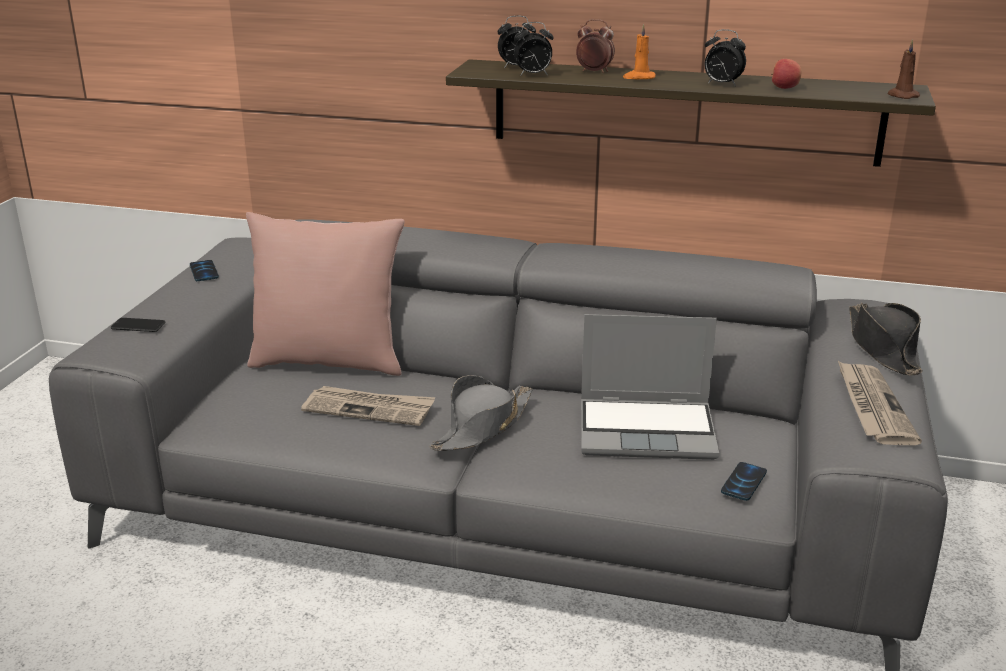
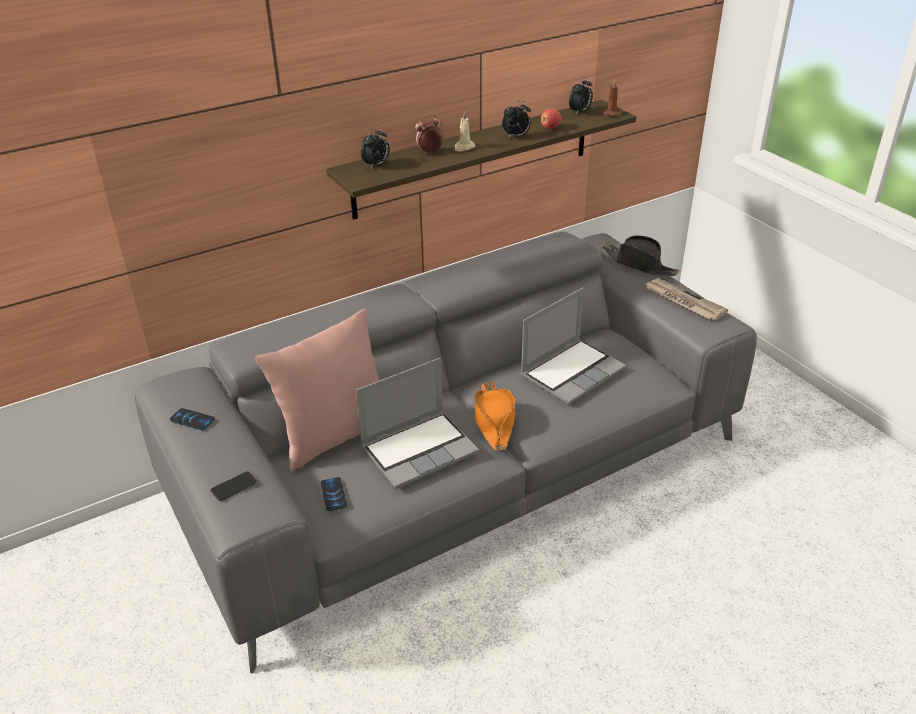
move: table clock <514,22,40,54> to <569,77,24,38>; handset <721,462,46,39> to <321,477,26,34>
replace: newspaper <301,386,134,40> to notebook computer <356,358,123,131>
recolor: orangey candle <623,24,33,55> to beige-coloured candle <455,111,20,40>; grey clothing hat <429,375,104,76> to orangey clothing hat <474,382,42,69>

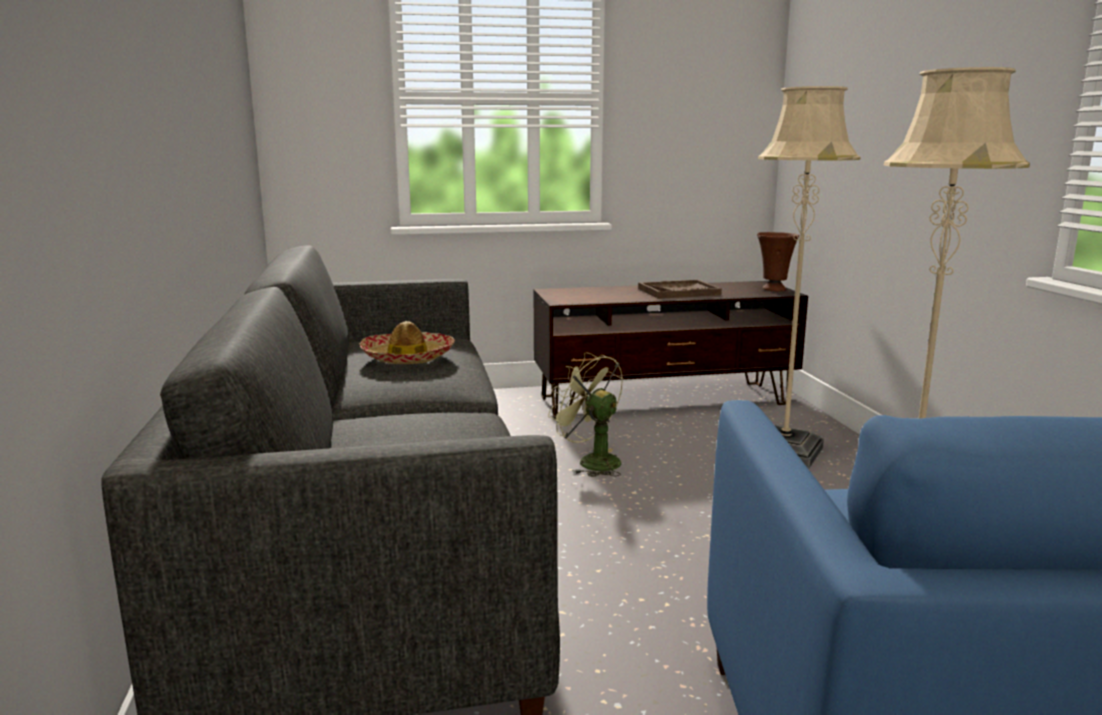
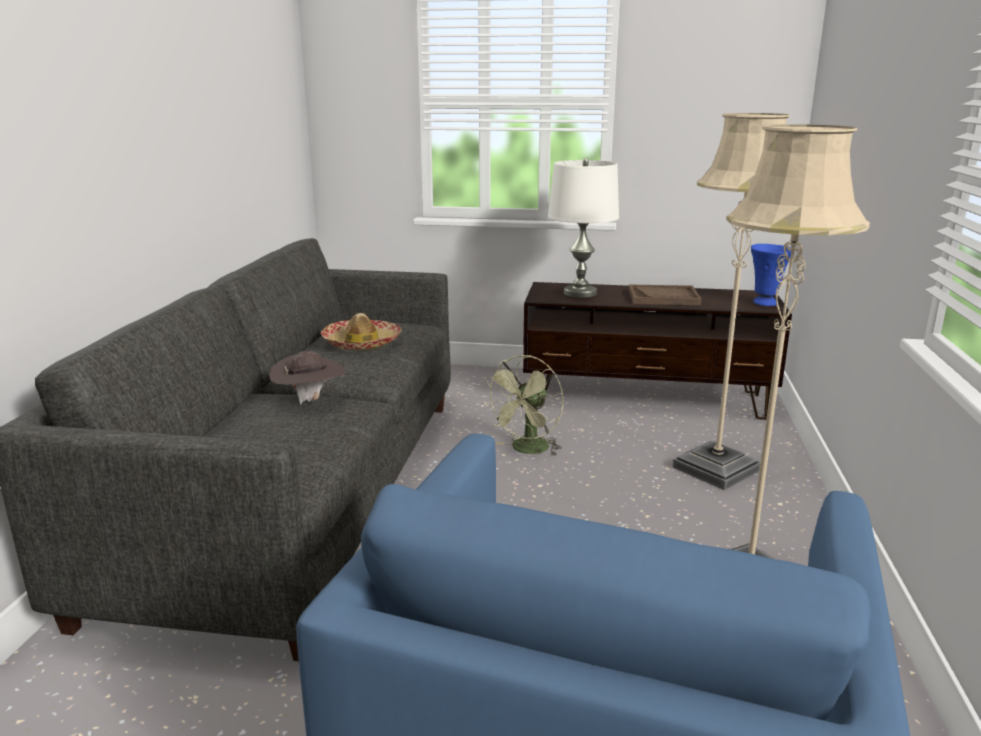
insert: white-coloured table lamp <548,158,71,140>; brown clothing hat <269,351,76,54>
recolor: brown flower vase <757,232,42,59> to blue flower vase <751,244,40,62>
rotate: greenish electric fan <548,352,75,125> = <483,355,80,101> 120 degrees counterclockwise

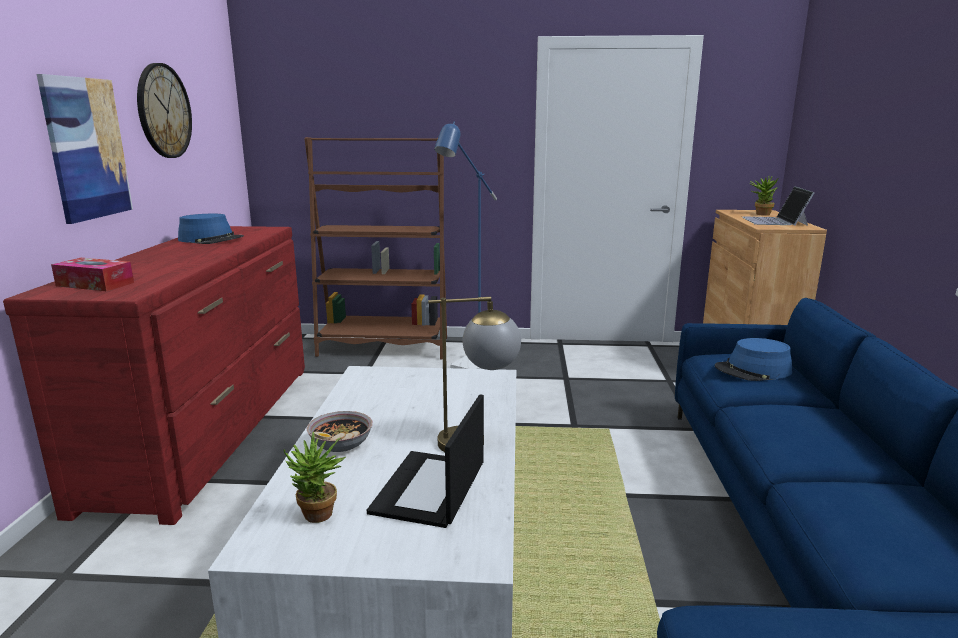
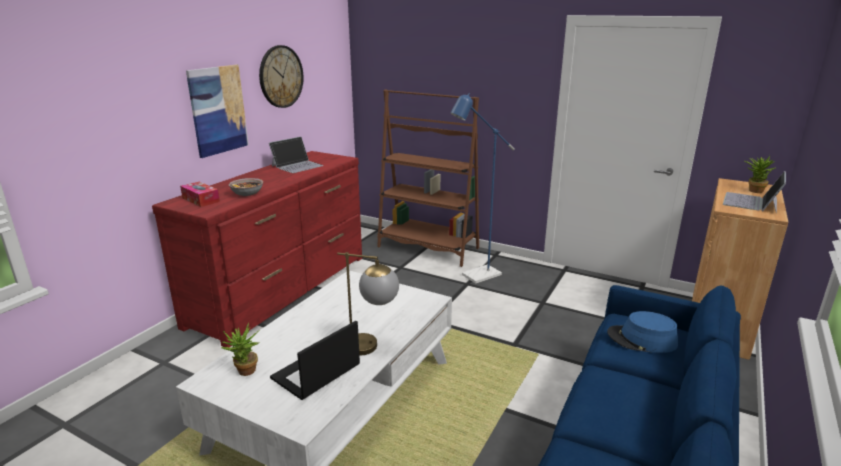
move: deep dish <306,411,67,41> to <229,178,34,18>
replace: blue clothing hat <178,214,66,30> to notebook computer <269,137,55,36>

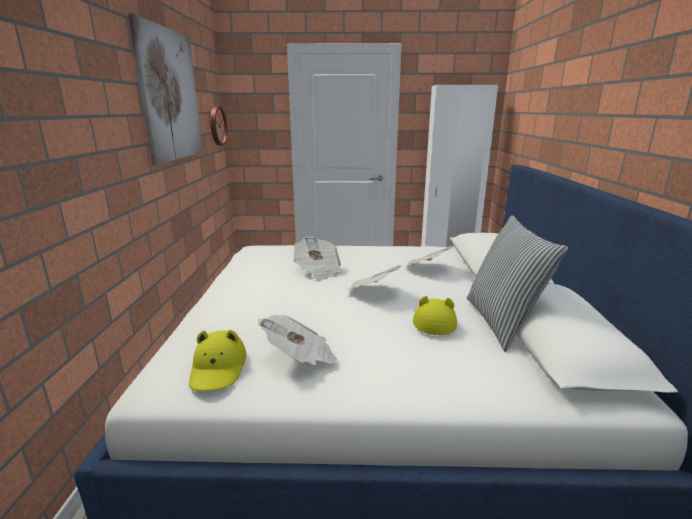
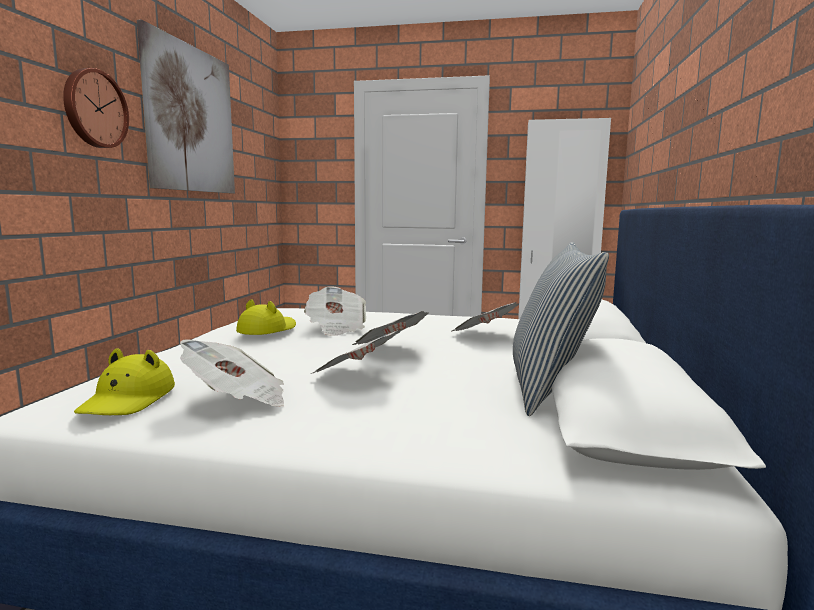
insert: newspaper <311,330,90,44>
move: clock on the wall <210,106,17,39> to <63,68,66,80>; yellow-coloured clothing hat <413,296,44,39> to <236,299,60,36>

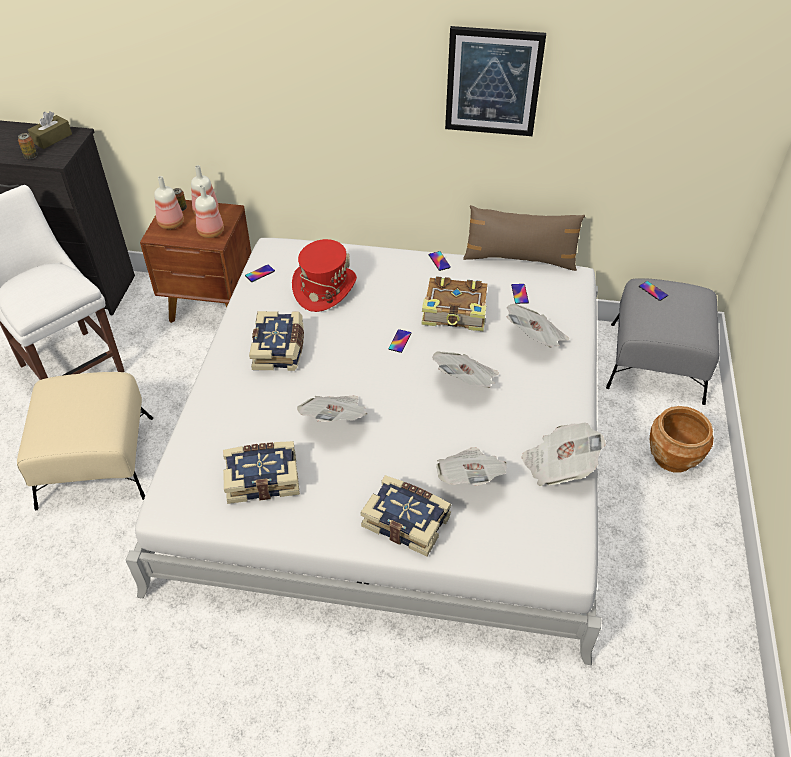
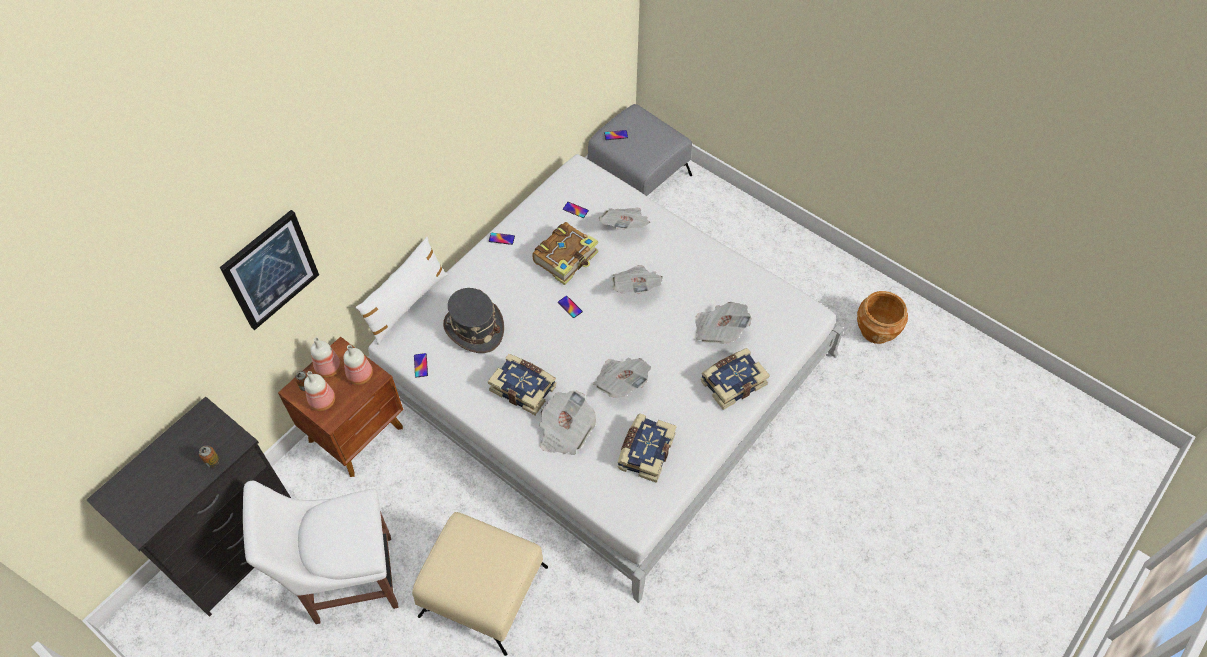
delete: brown tissue holder <28,111,44,38>; brown throw pillow <463,205,122,66>
insert: white-coloured throw pillow <355,237,93,108>
move: wall art <445,26,101,110> to <220,210,99,120>; brown plant pot <650,406,64,67> to <857,291,51,53>; newspaper <521,422,85,64> to <539,391,57,64>
recolor: red-coloured clothing hat <292,239,65,73> to grey clothing hat <443,288,61,65>

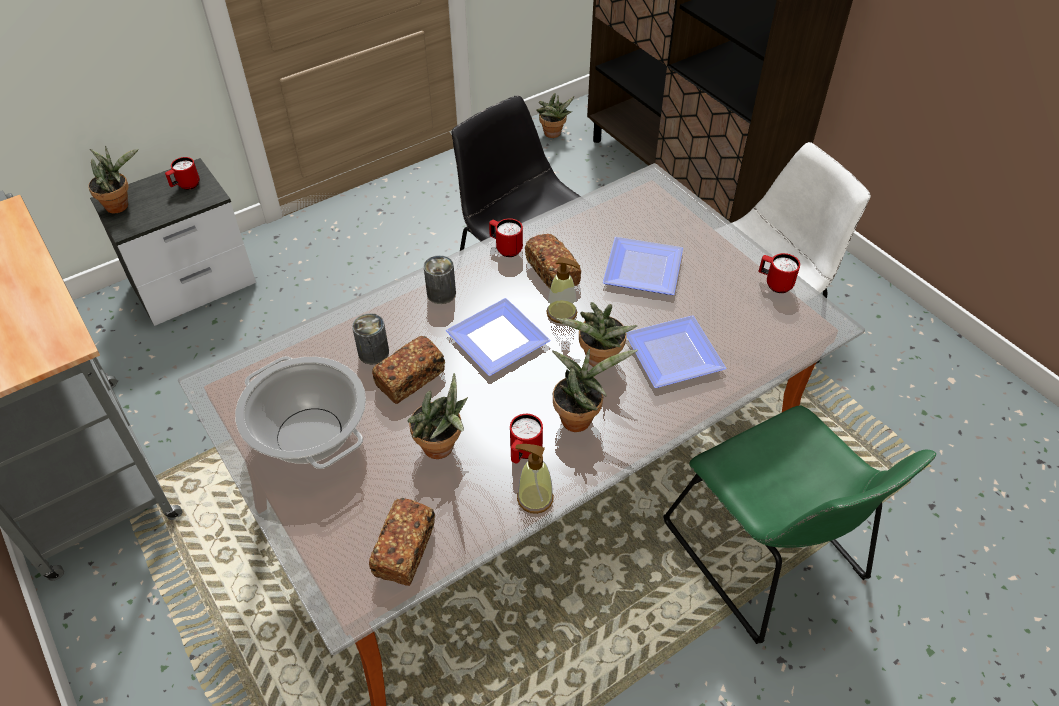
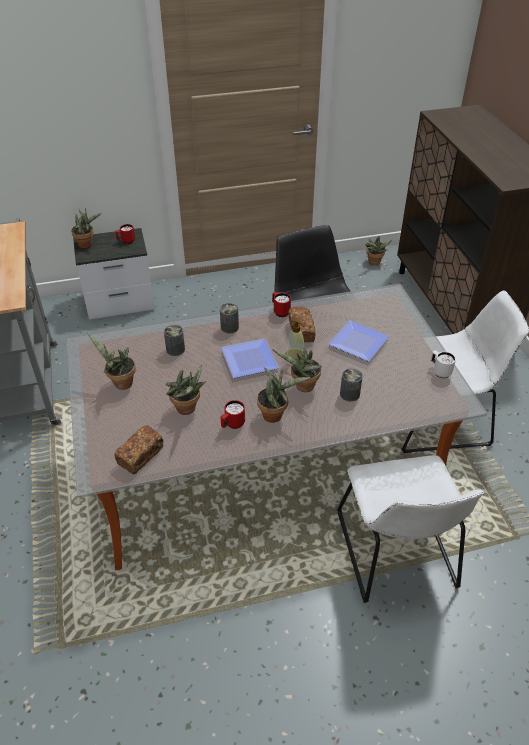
delete: bread <372,336,73,68>; soap dispenser <515,444,39,70>
replace: dinner plate <626,315,100,73> to sealed can <340,368,23,34>; saucepot <235,356,131,113> to potted plant <87,331,49,59>
recolor: red-coloured tea mug <758,253,42,40> to white-coloured tea mug <431,350,25,28>; greenish chair <663,405,273,239> to white-coloured chair <337,455,147,148>

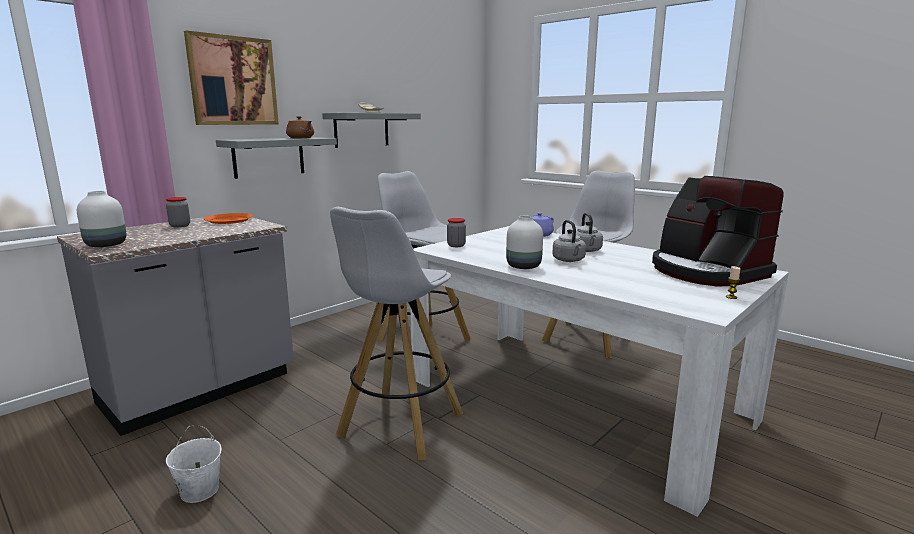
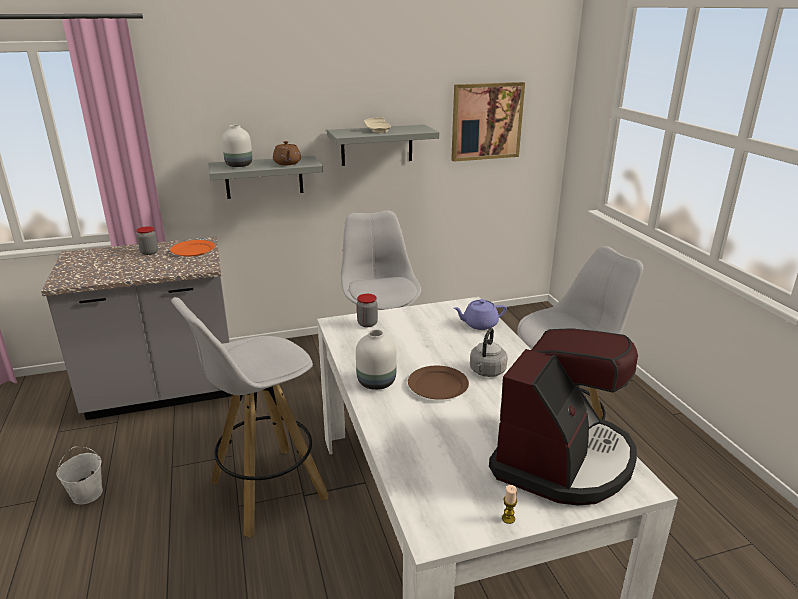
move: wall art <184,30,95,95> to <451,82,74,80>; white-coloured flower vase <77,191,49,56> to <222,125,30,42>
replace: grey tea kettle <552,220,34,42> to brown dinner plate <408,366,61,34>
rotate: coffee machine <652,176,132,110> = <489,328,149,178> 150 degrees counterclockwise

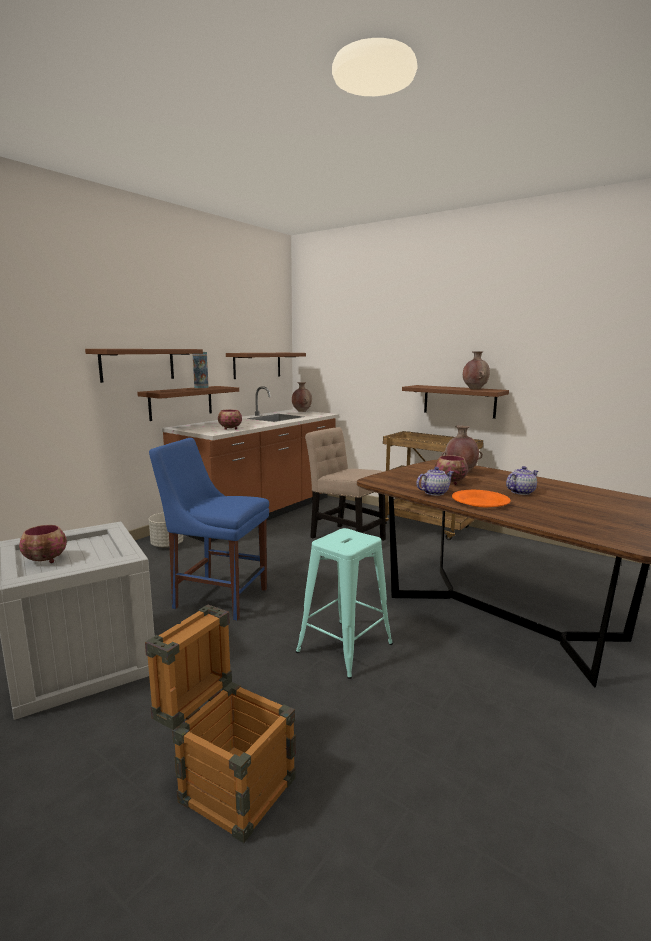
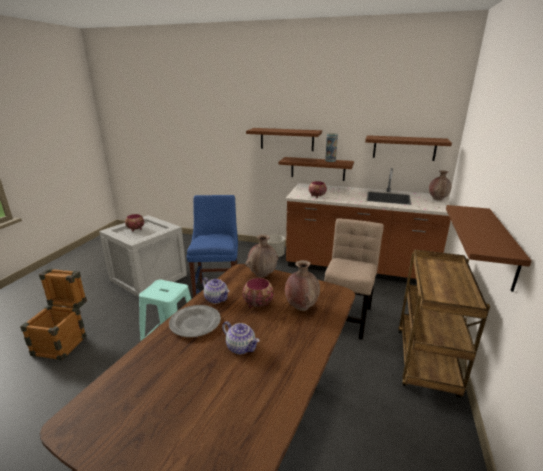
move: brown flower vase <463,351,27,38> to <245,234,34,43>
recolor: orangey dinner plate <452,490,58,17> to grey dinner plate <169,305,52,32>

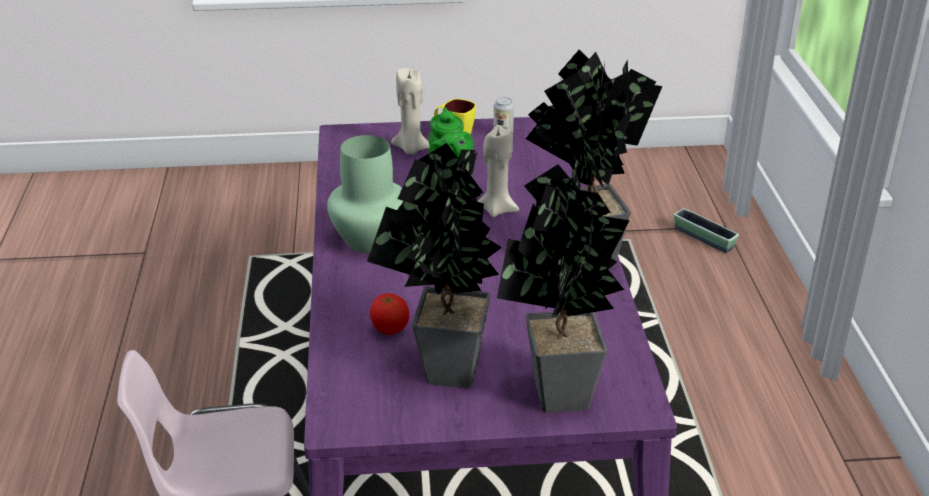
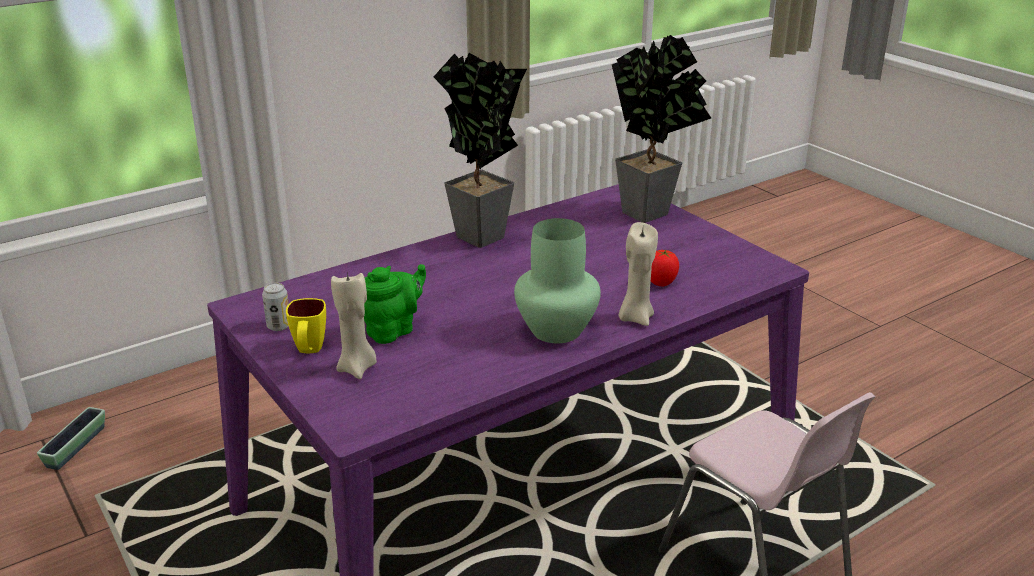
delete: potted plant <367,143,135,245>
move: beige-coloured candle <477,125,42,93> to <619,222,39,104>

